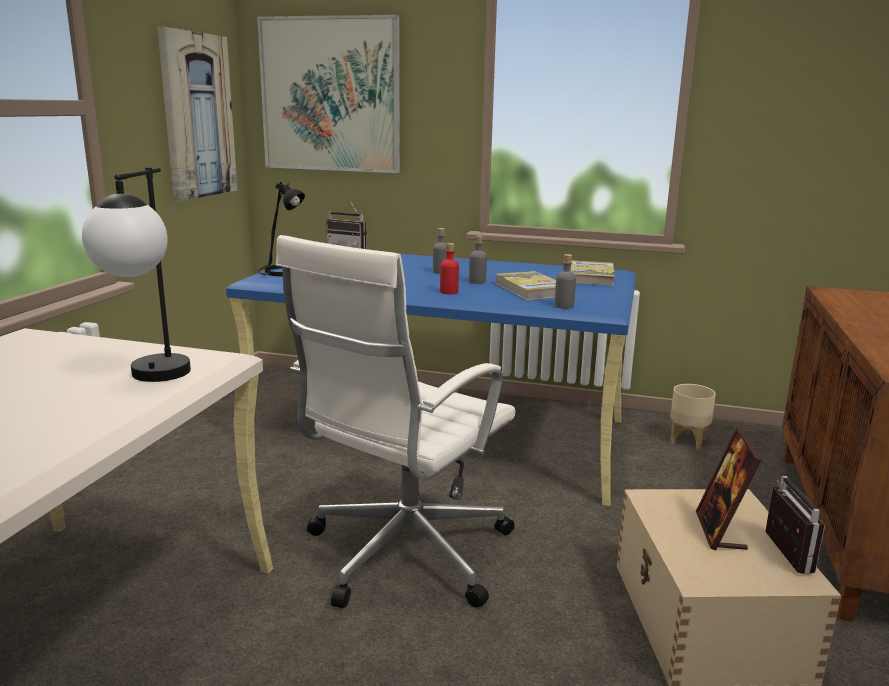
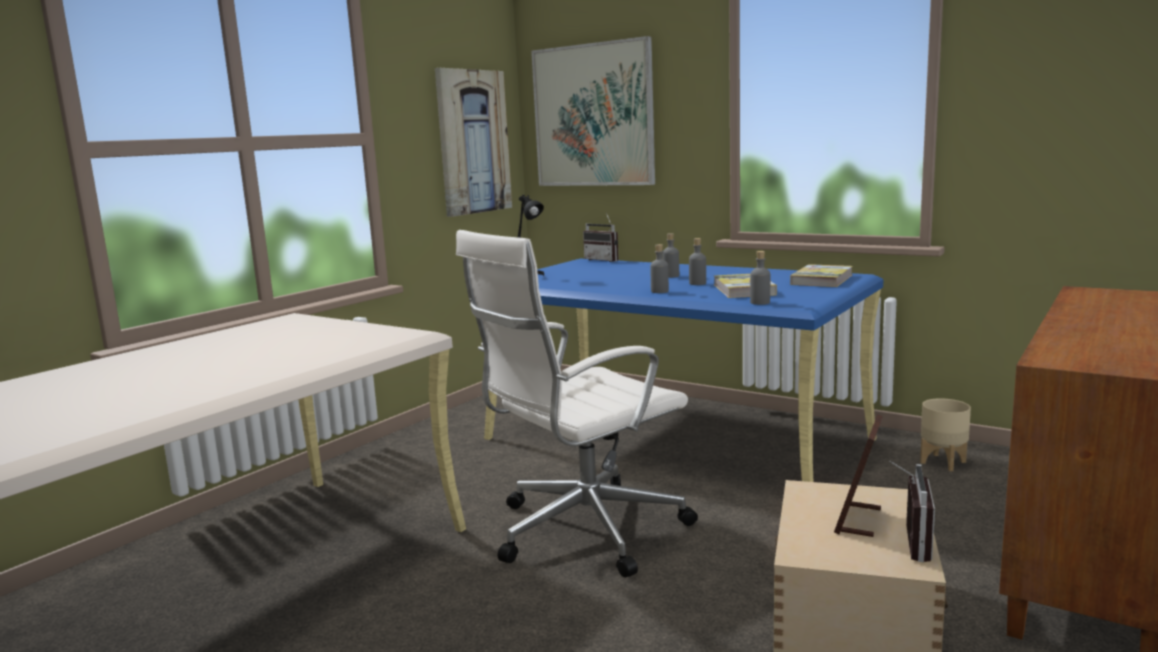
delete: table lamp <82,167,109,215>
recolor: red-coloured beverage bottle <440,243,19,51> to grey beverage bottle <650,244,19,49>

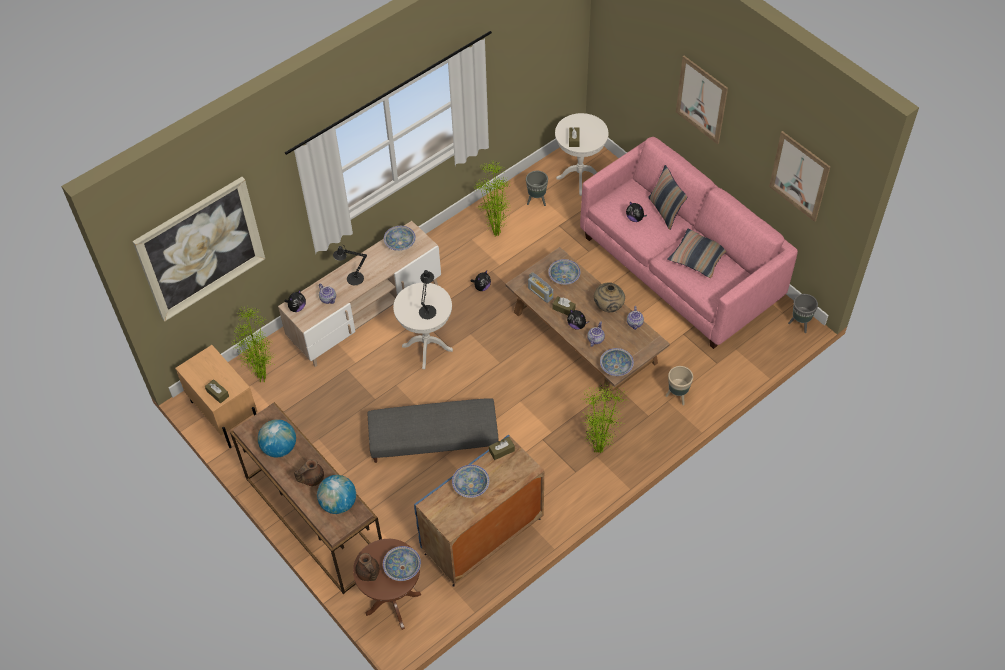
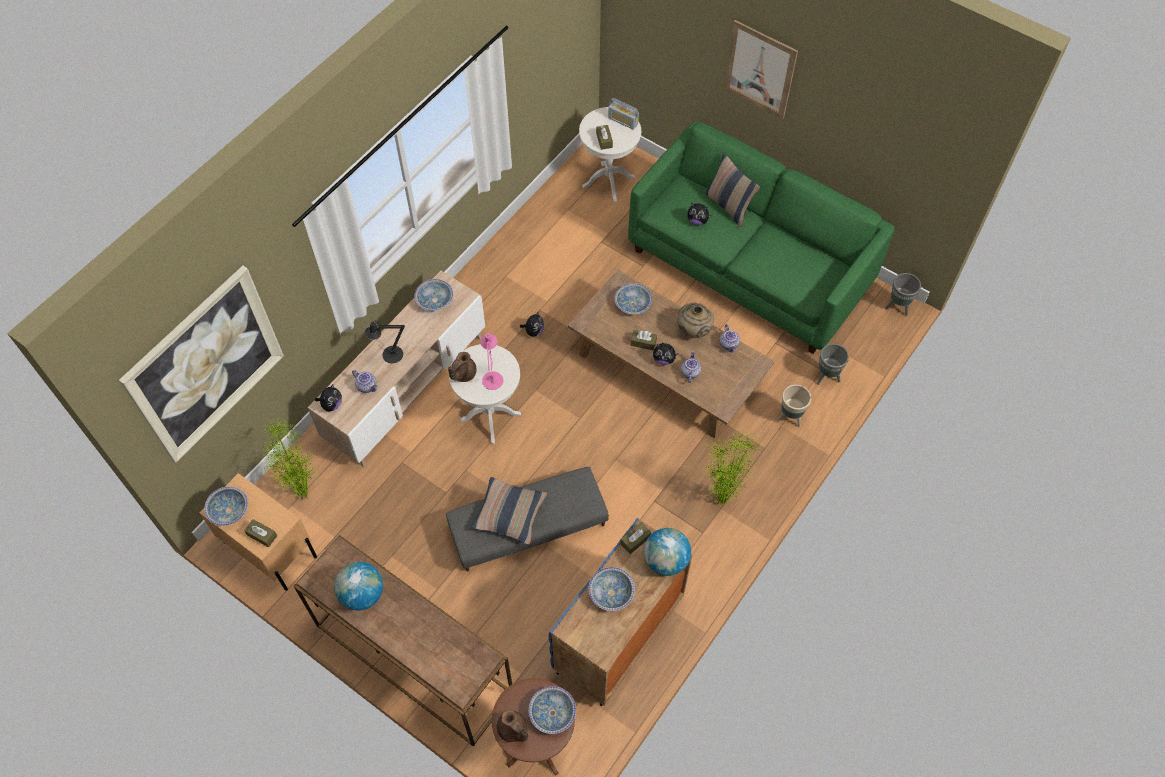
delete: wall art <769,131,61,91>; potted plant <472,163,38,73>
move: grey plant pot <526,171,22,35> to <817,343,32,42>; throw pillow <667,228,59,50> to <471,477,76,68>; radio receiver <528,272,25,31> to <608,98,31,32>; deep dish <600,348,34,28> to <204,486,44,40>; brown pot for tea <294,459,30,27> to <448,352,29,30>; desk globe <317,475,39,39> to <644,528,47,48>
recolor: pinkish sofa <580,137,218,212> to greenish sofa <628,122,267,232>; black-coloured table lamp <419,270,17,49> to pinkish table lamp <480,333,23,57>

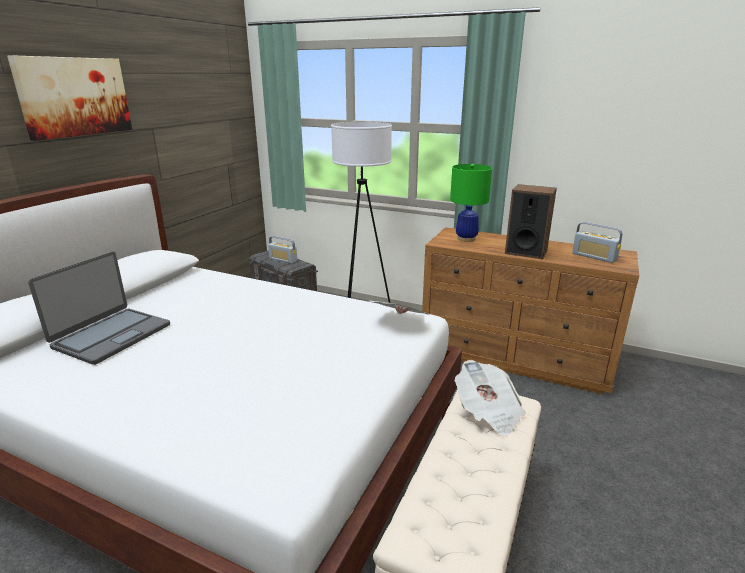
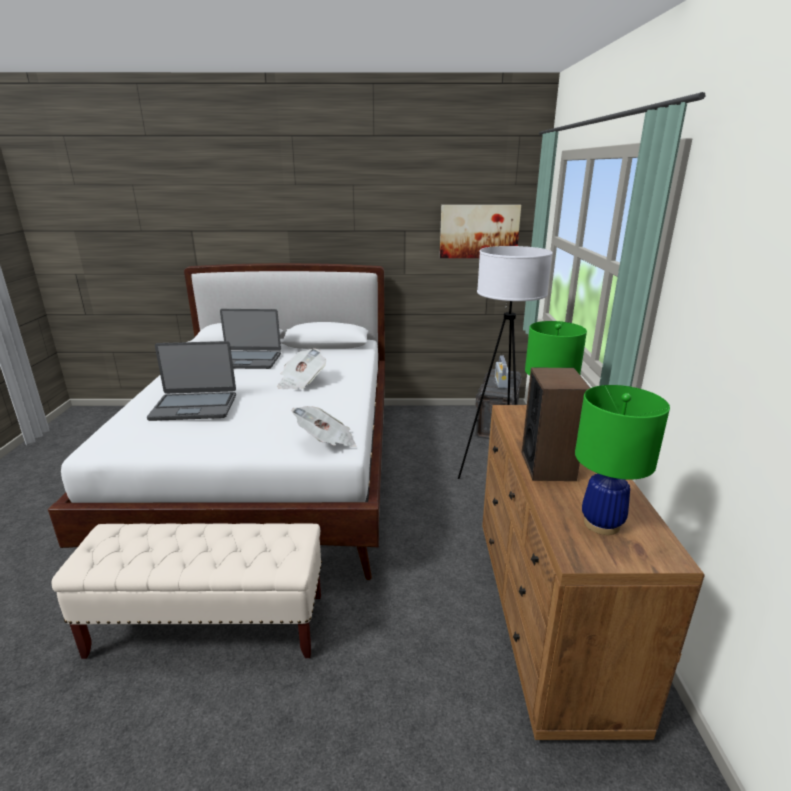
insert: notebook computer <147,341,89,80>
move: wall art <7,55,125,86> to <440,205,81,53>; newspaper <455,360,71,77> to <277,349,49,40>
replace: radio receiver <572,222,50,41> to greenish table lamp <575,385,95,150>

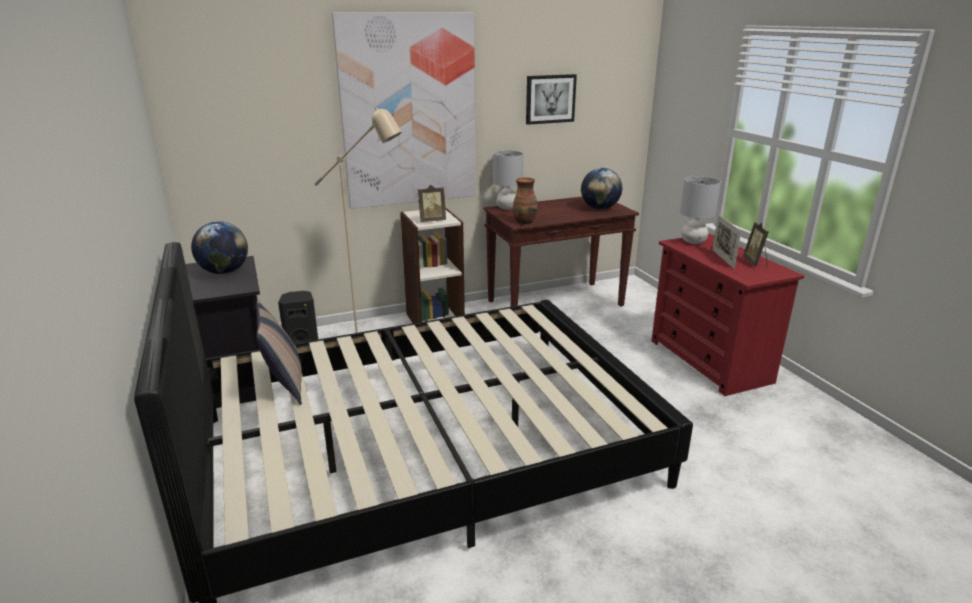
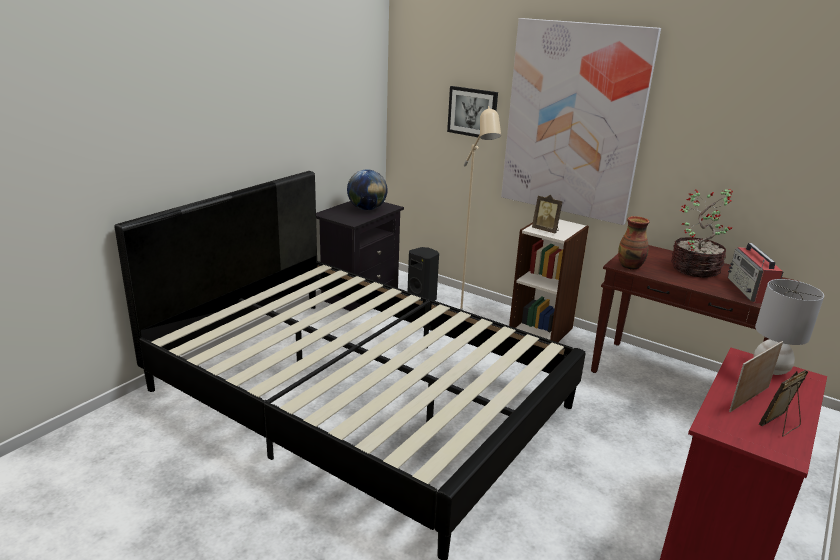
delete: grey table lamp <493,150,30,60>; throw pillow <256,300,46,105>
insert: potted plant <671,189,62,89>
move: wall art <526,74,51,51> to <447,86,51,51>
replace: desk globe <581,168,41,41> to radio receiver <728,243,55,61>

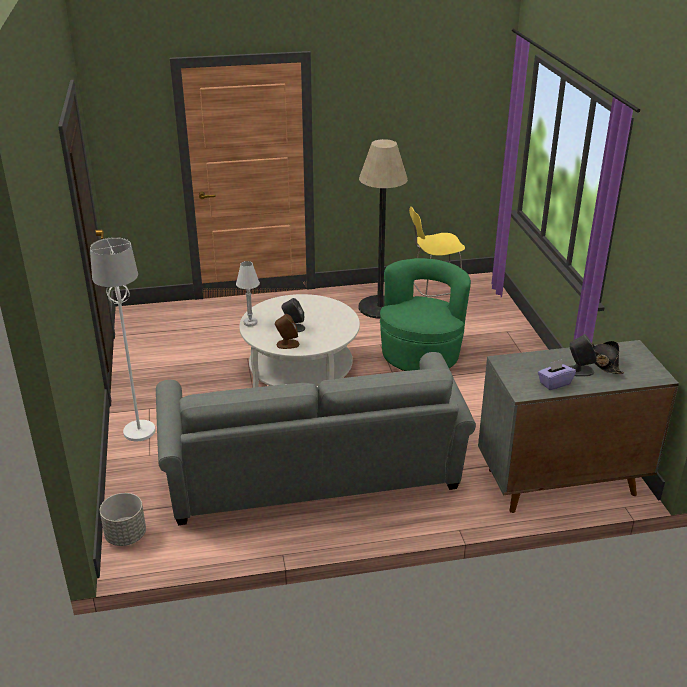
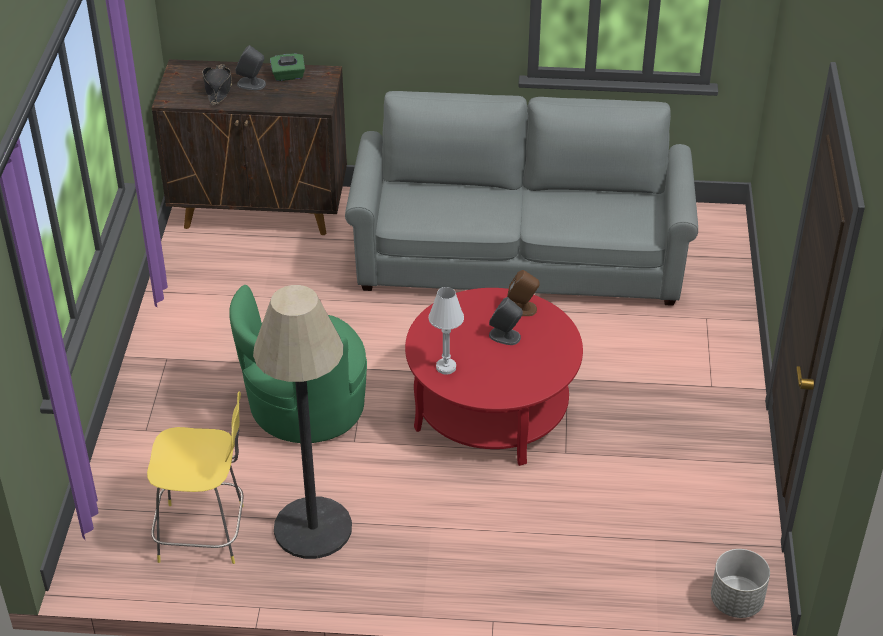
delete: white-coloured floor lamp <90,237,65,204>
move: white-coloured table lamp <236,261,24,65> to <429,287,35,87>; grey plant pot <100,493,46,53> to <711,549,59,69>
recolor: white-coloured coffee table <239,294,121,94> to red-coloured coffee table <405,288,178,178>; grey storage cabinet <478,340,201,173> to brown storage cabinet <152,59,195,176>; purplish tissue holder <538,359,38,31> to greenish tissue holder <270,54,35,27>

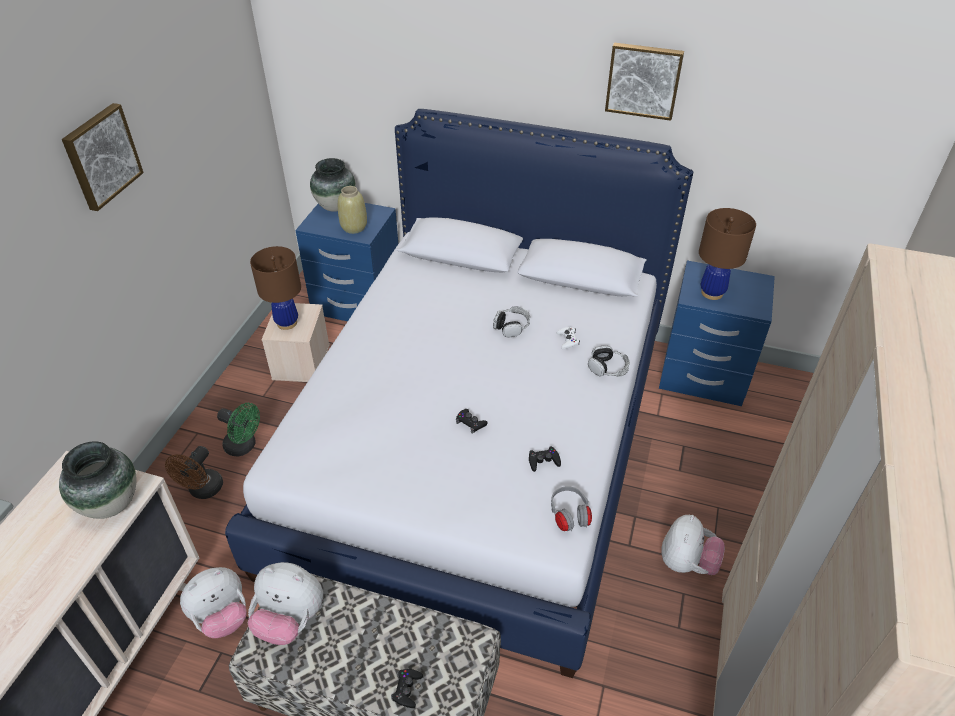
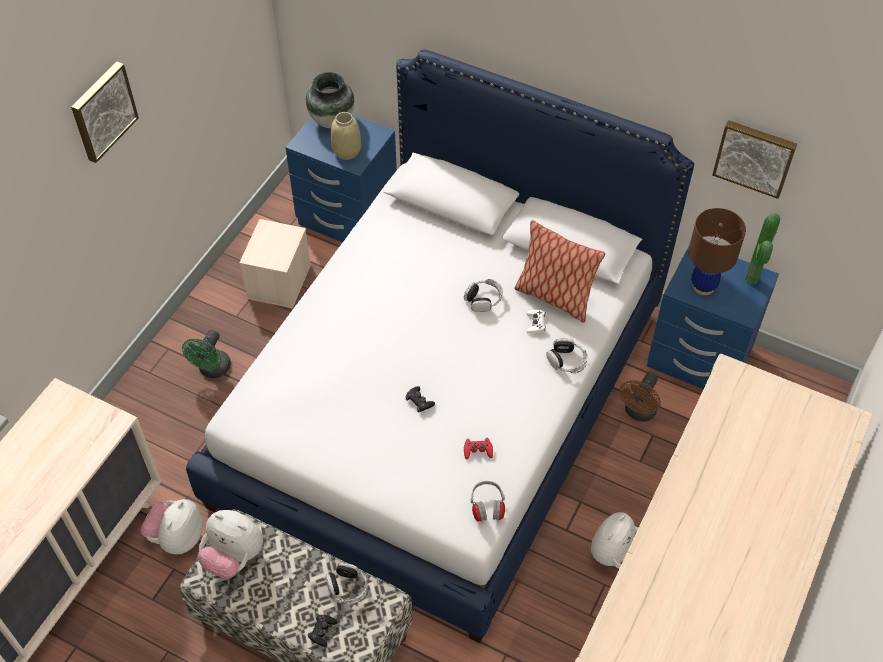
delete: brown table lamp <250,246,51,84>; flower vase <59,441,78,78>
insert: potted plant <745,213,35,72>; throw pillow <514,220,91,103>; headphones <326,562,42,43>
move: wall art <605,43,79,78> to <712,120,85,79>; brown electric fan <165,446,58,53> to <620,373,41,49>
recolor: black-coloured game controller <529,446,32,26> to red-coloured game controller <464,438,29,22>
rotate: greenish electric fan <217,403,43,53> = <182,329,49,49> 75 degrees clockwise; cuddly toy <180,567,67,71> = <141,499,62,55> 135 degrees clockwise

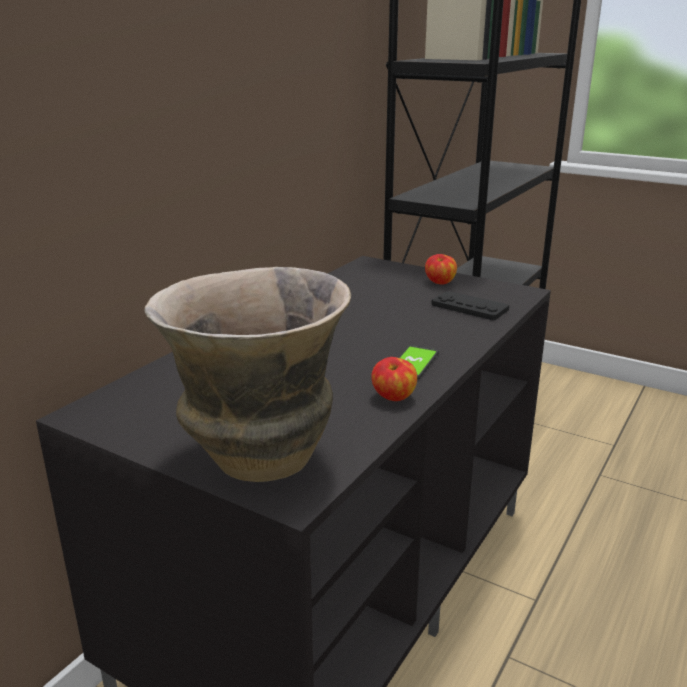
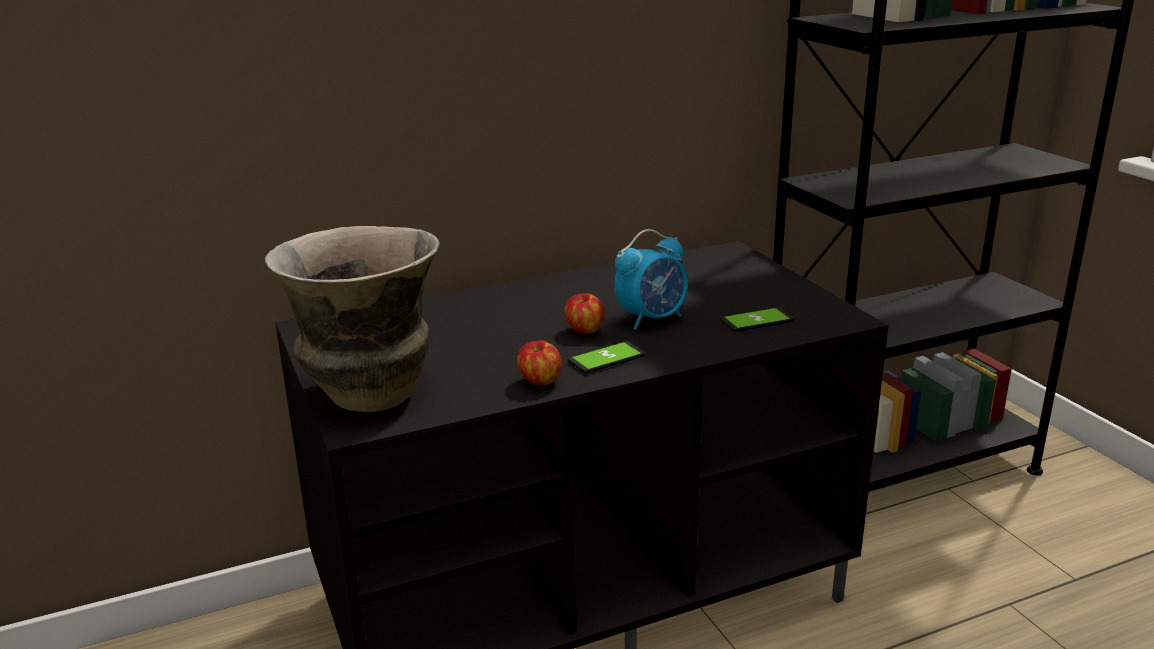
insert: table clock <614,229,74,101>
move: apple fruit <425,254,32,30> to <564,293,41,41>
replace: black-coloured game controller <431,291,78,29> to handset <720,307,74,25>

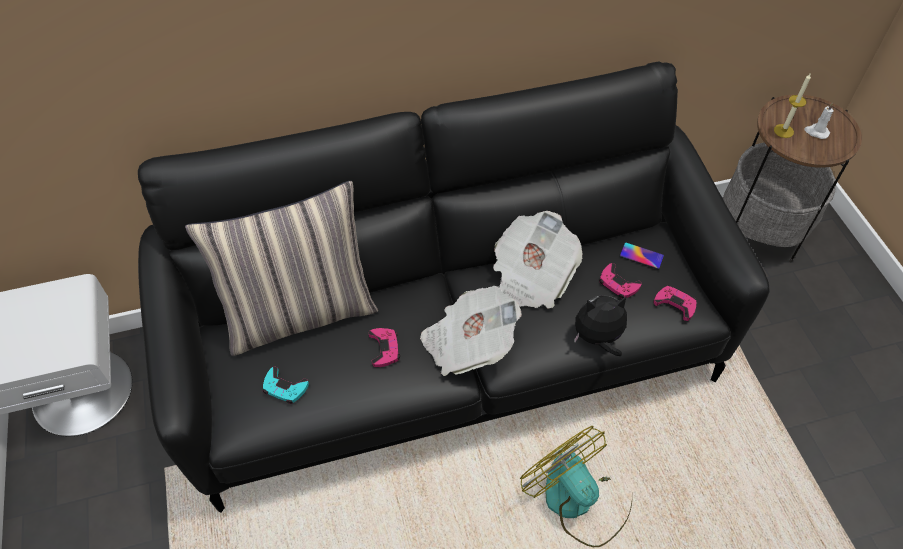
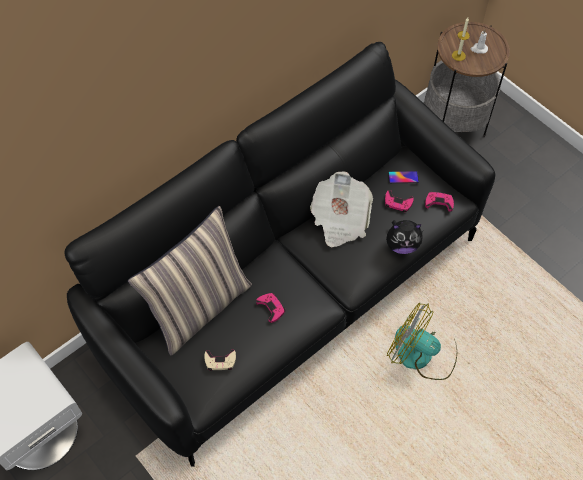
delete: newspaper <420,286,102,90>
recolor: turquoise-coloured game controller <262,366,47,38> to beige-coloured game controller <204,349,32,22>
rotate: cuddly toy <574,296,53,60> = <386,220,37,34> 150 degrees counterclockwise

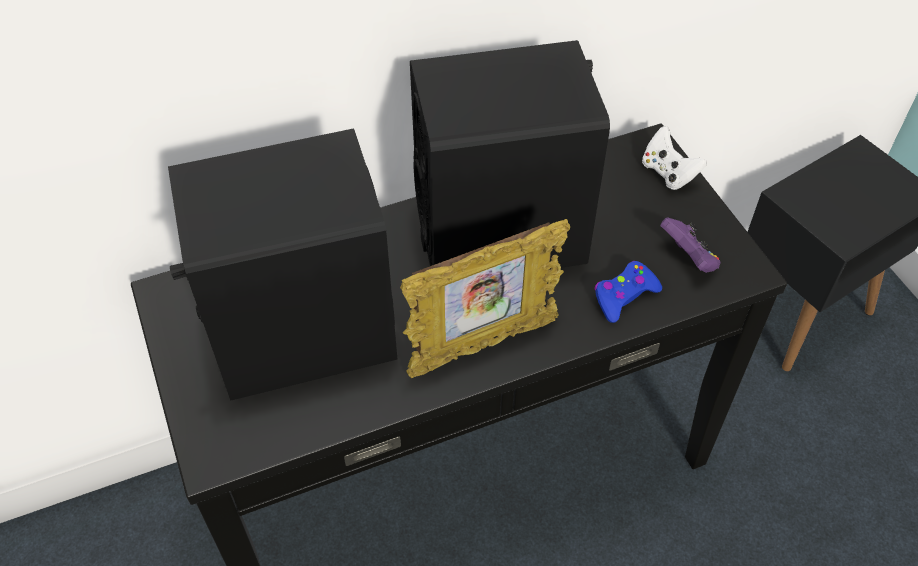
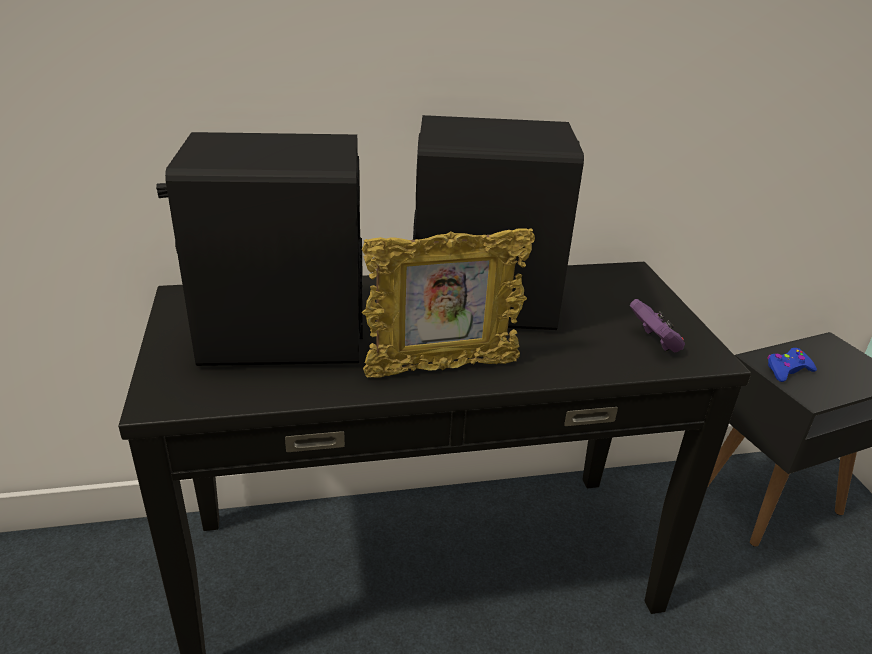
delete: white-coloured game controller <642,126,65,64>
move: blue game controller <594,261,68,62> to <767,348,50,34>

